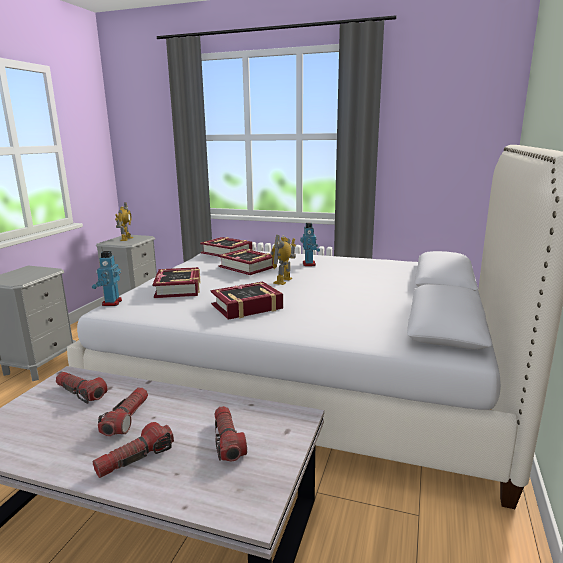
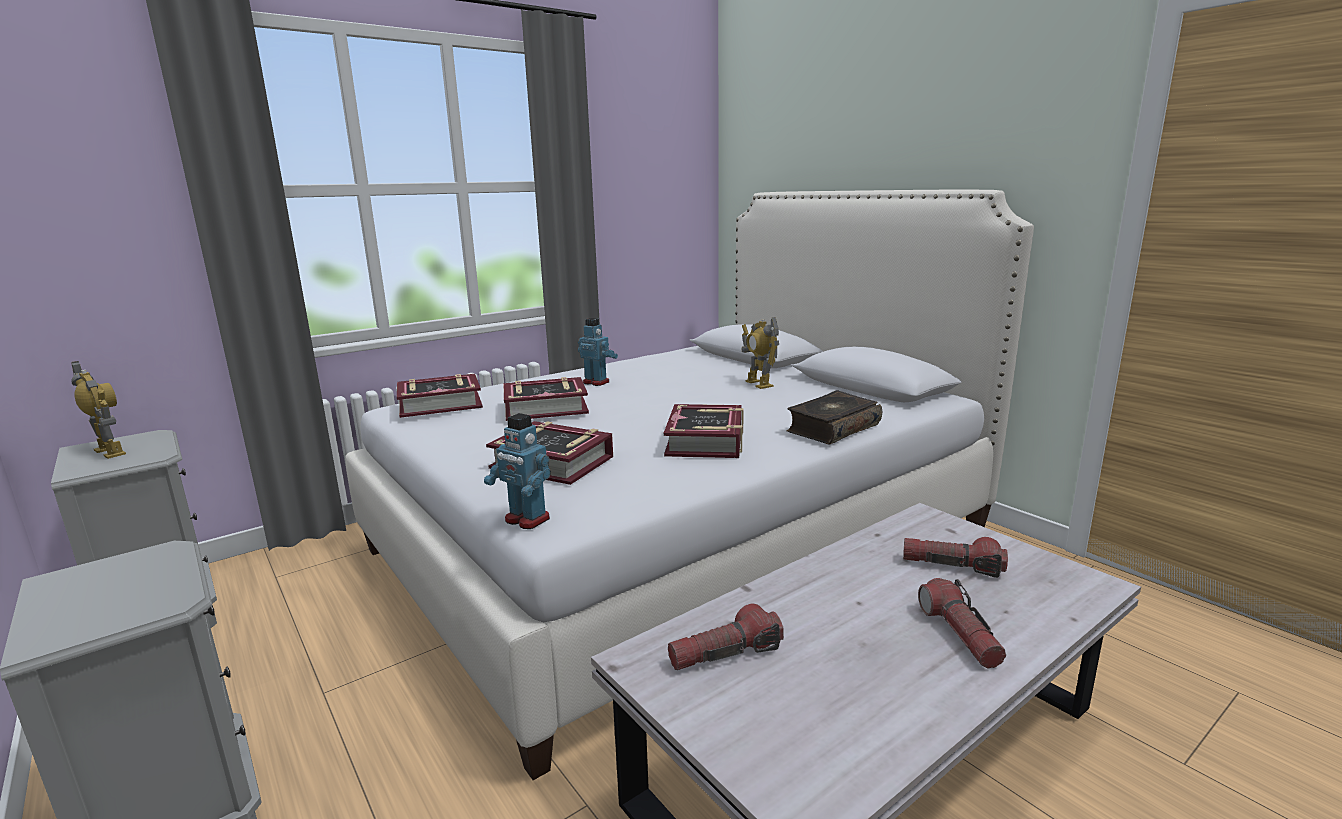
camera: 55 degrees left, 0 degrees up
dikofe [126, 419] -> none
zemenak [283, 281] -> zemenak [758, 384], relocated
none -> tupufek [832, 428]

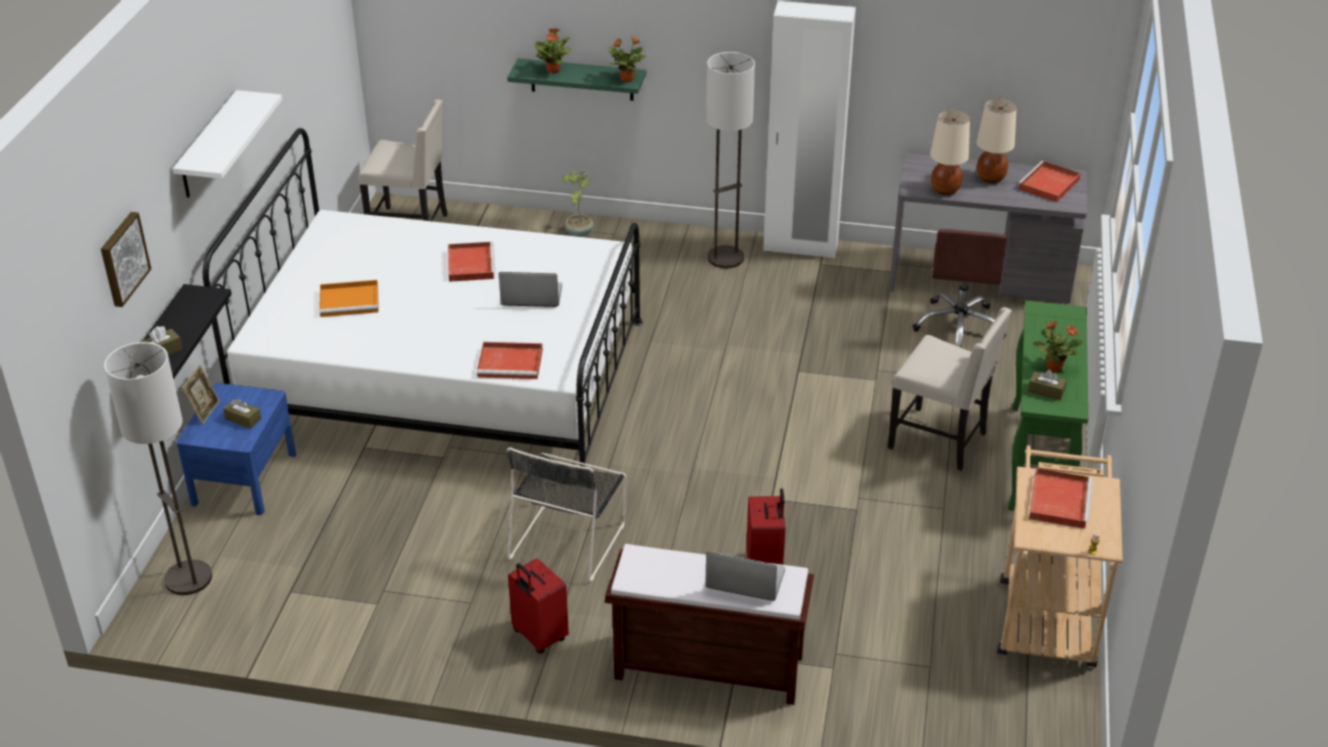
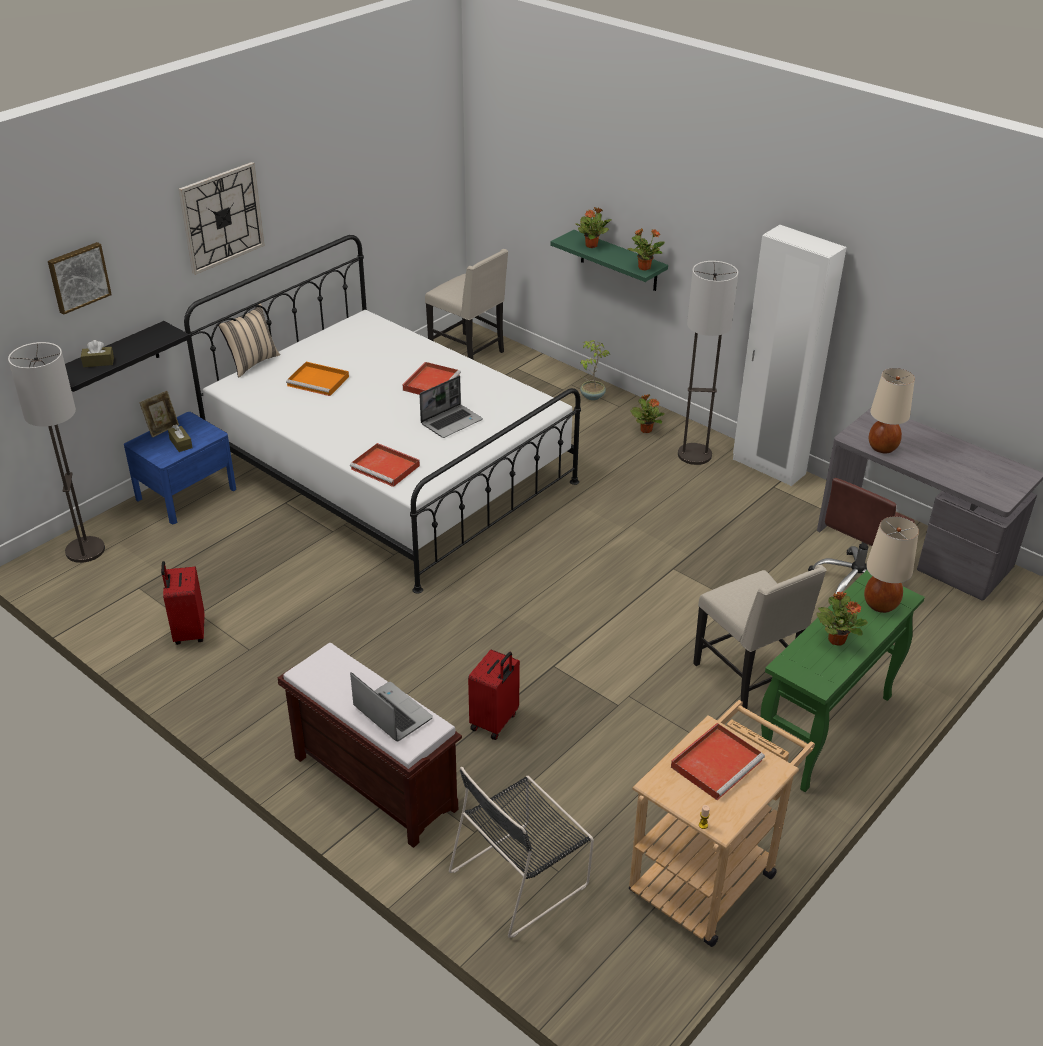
camera: 30 degrees right, 0 degrees up
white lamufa [209, 146] -> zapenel [222, 217]
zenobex [530, 296] -> zenobex [451, 422], 105 degrees clockwise
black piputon [569, 539] -> black piputon [522, 876], relocated
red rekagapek [538, 636] -> red rekagapek [188, 632], relocated
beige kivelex [990, 178] -> beige kivelex [880, 604], relocated
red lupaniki [1048, 185] -> none
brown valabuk [1046, 391] -> none
none -> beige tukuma [252, 363]
none -> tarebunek [646, 430]

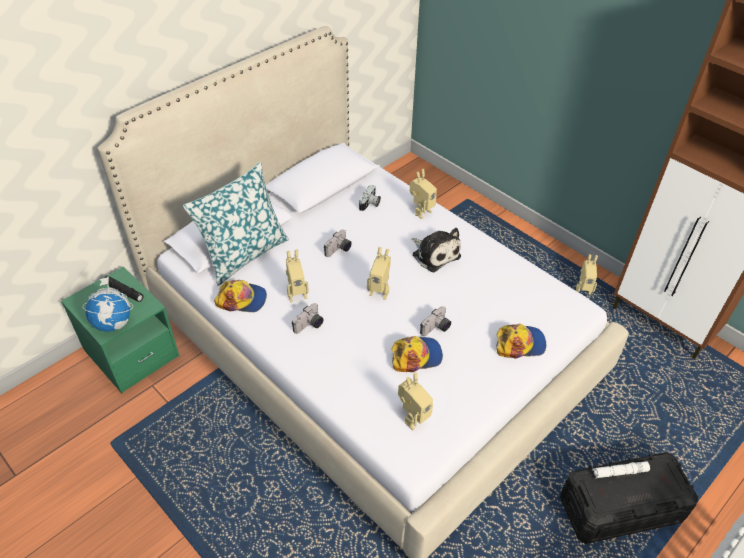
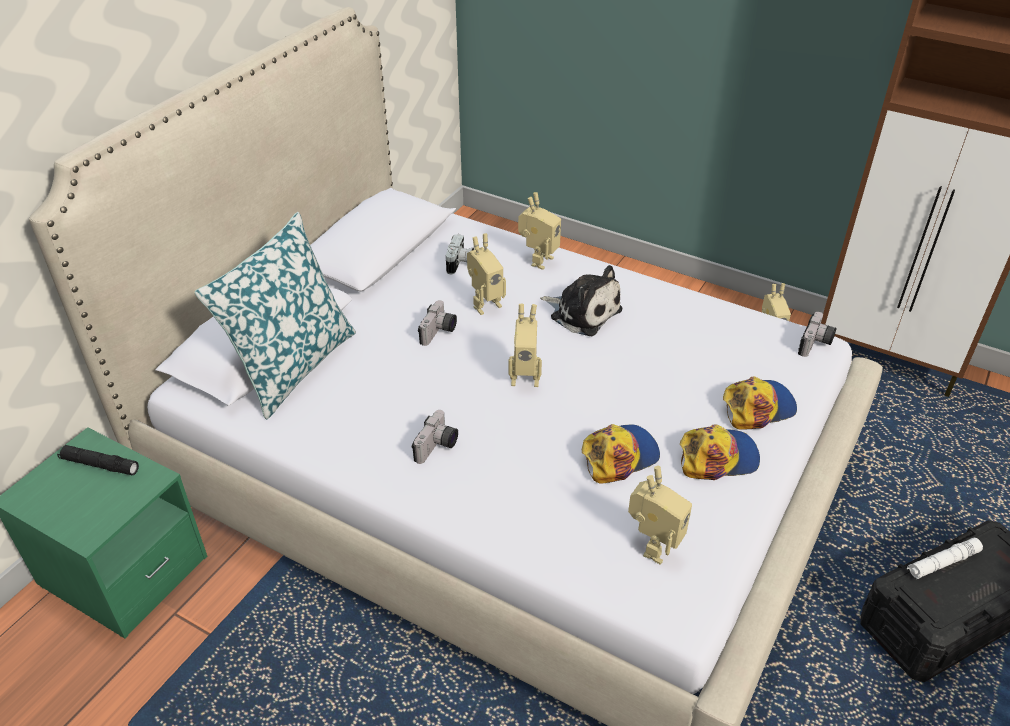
camera: 15 degrees left, 5 degrees down
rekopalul [114, 323] -> none
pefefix [242, 299] -> pefefix [718, 457], relocated
zemenak [296, 294] -> zemenak [485, 304], relocated
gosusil [436, 329] -> gosusil [816, 345], relocated

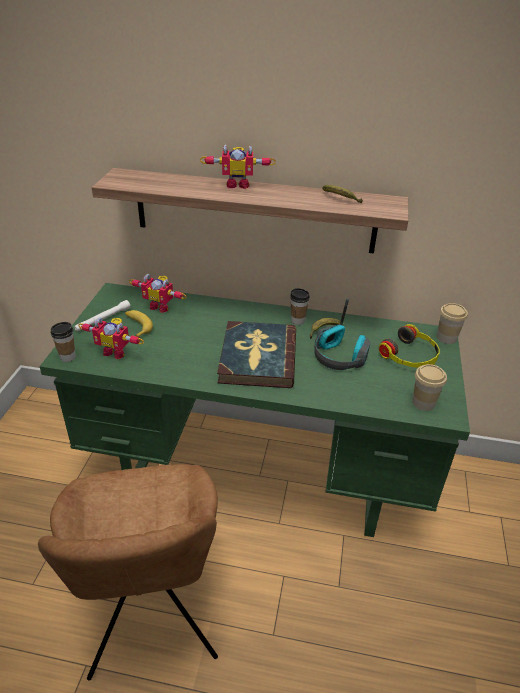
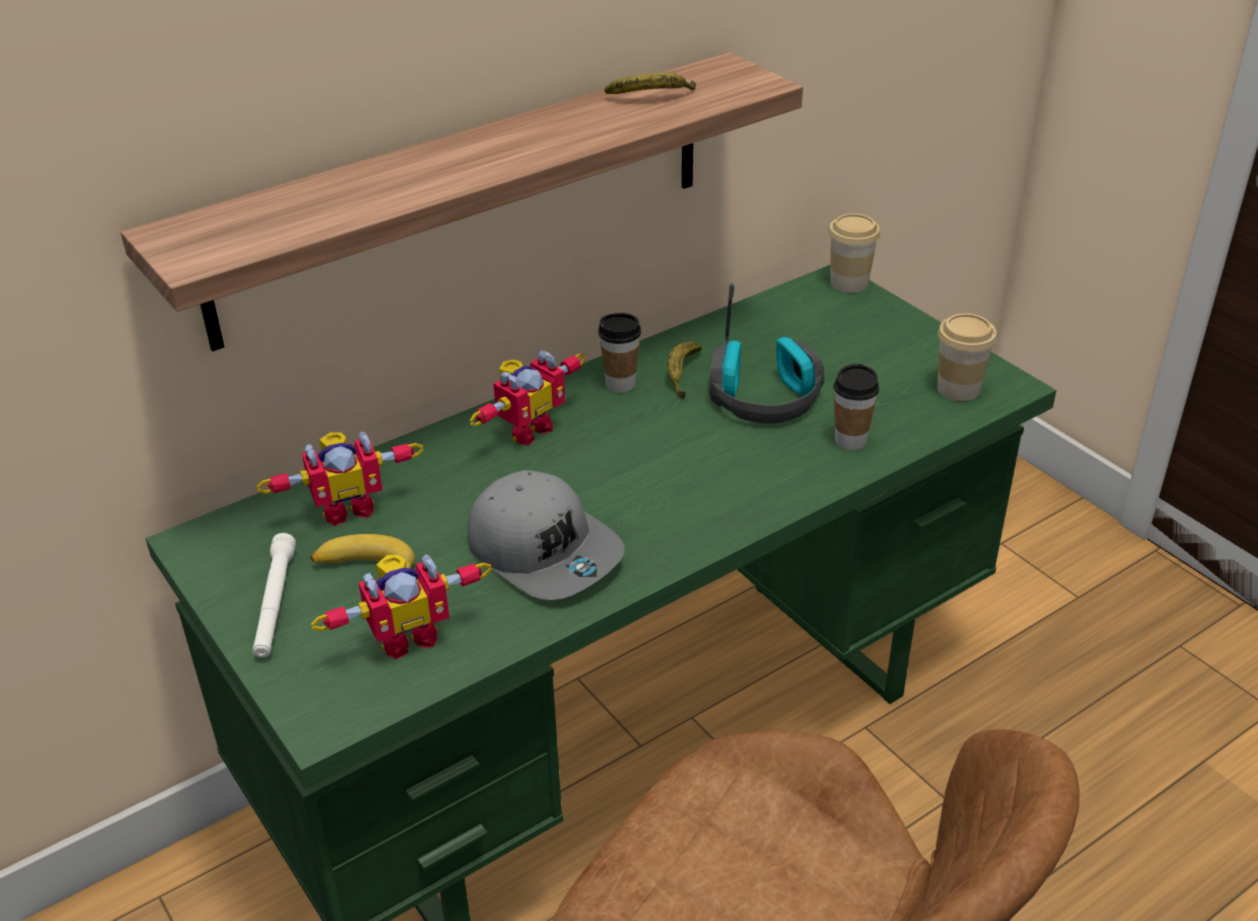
camera: 45 degrees left, 0 degrees up
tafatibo [68, 357] -> tafatibo [850, 441], relocated
zemenak [238, 184] -> zemenak [526, 429], relocated
tupufek [257, 357] -> none
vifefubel [410, 356] -> none
none -> grey pefefix [545, 550]

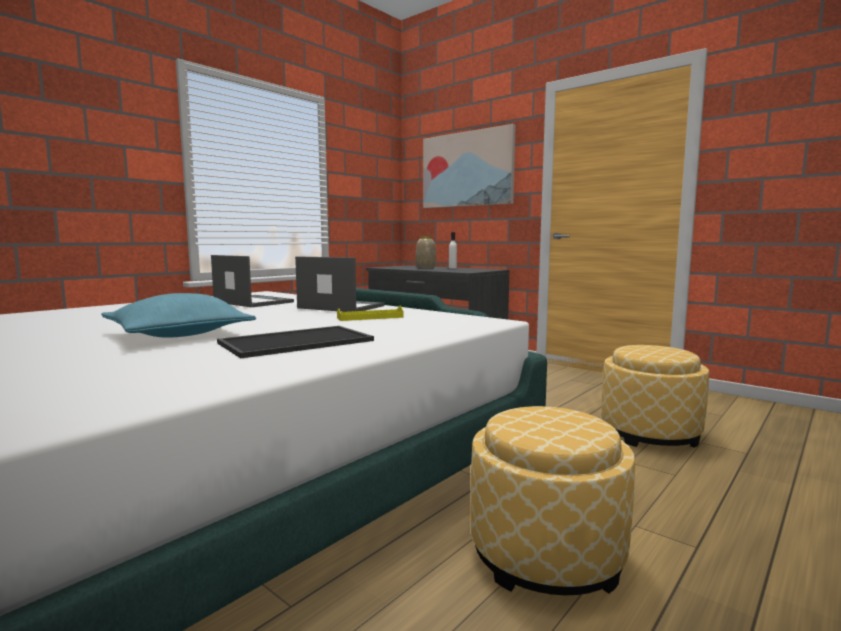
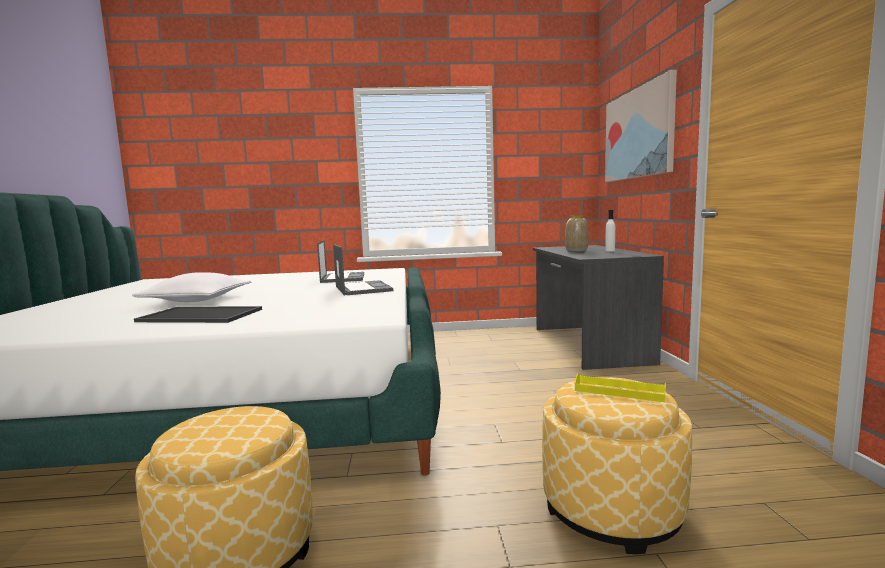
camera: 45 degrees right, 0 degrees up
turquoise tukuma [178, 334] -> white tukuma [197, 300]
yellow lupaniki [370, 317] -> yellow lupaniki [619, 391], relocated

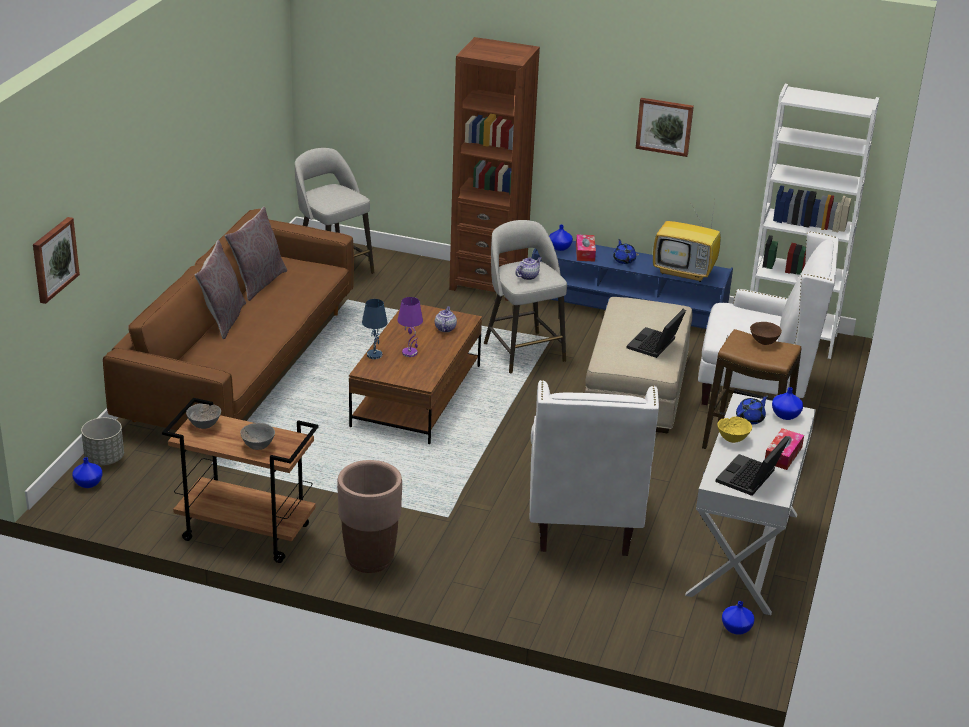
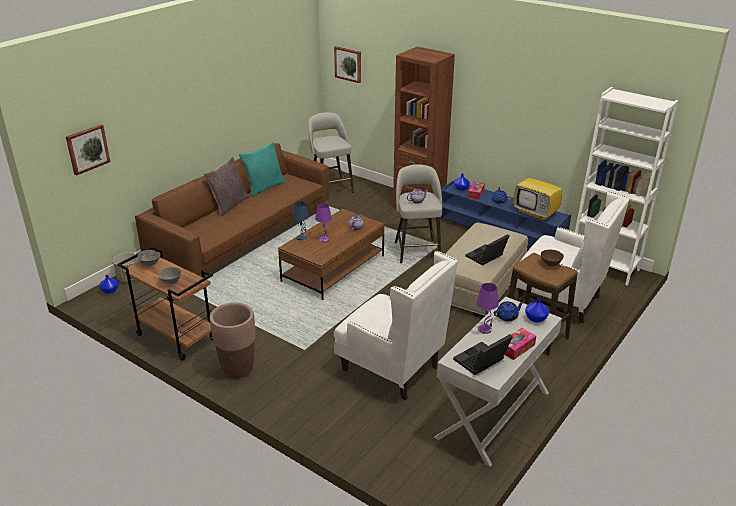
camera: 20 degrees right, 0 degrees up
grey tukuma [258, 283] -> turquoise tukuma [264, 187]
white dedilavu [583, 521] -> white dedilavu [392, 369], 75 degrees counterclockwise
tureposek [664, 126] -> tureposek [348, 64], relocated
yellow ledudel [732, 439] -> purple kivelex [485, 329]
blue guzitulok [736, 629] -> none

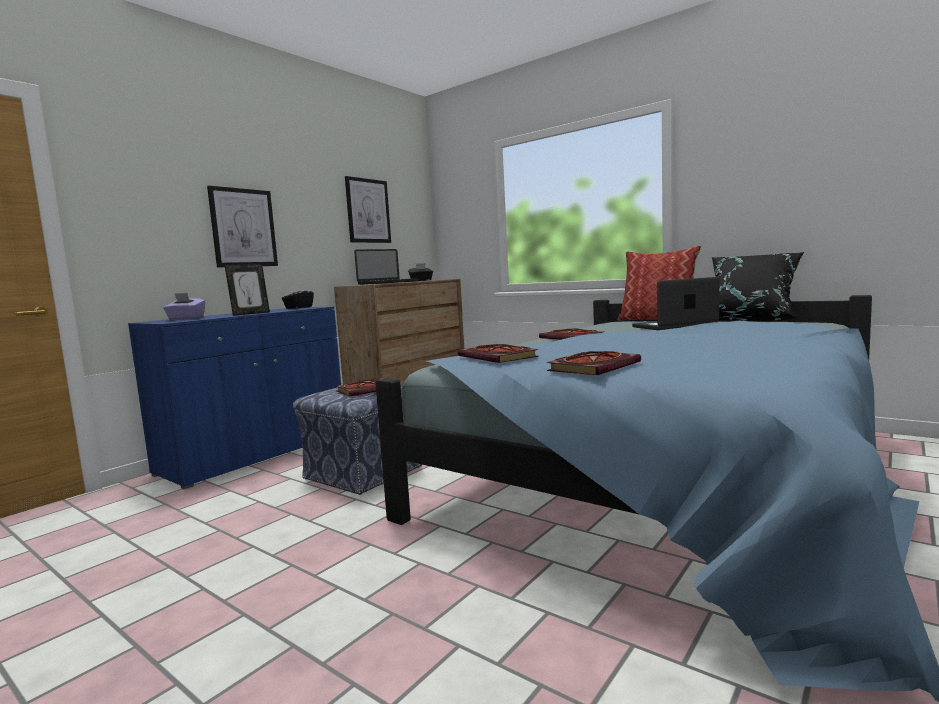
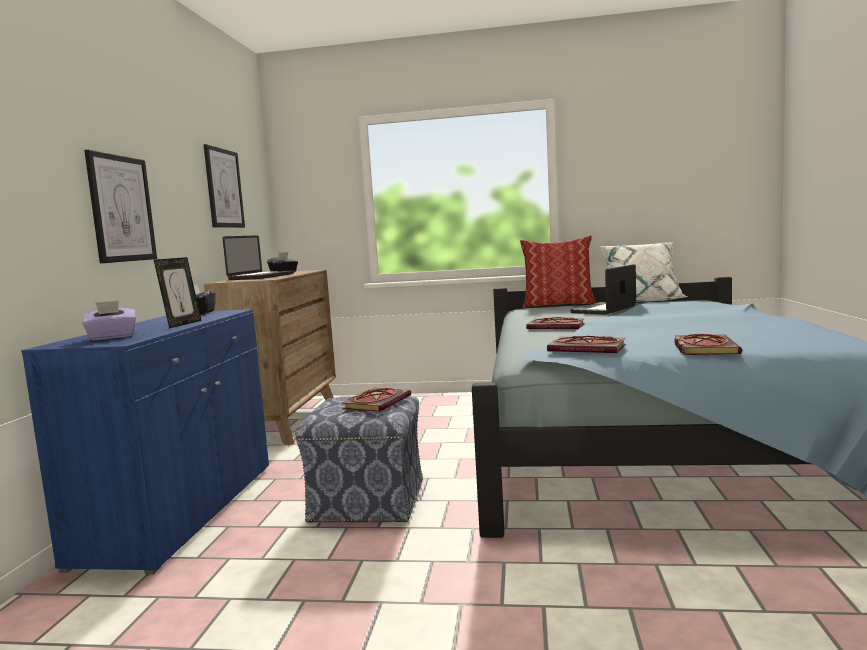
camera: 30 degrees left, 0 degrees up
black tukuma [750, 320] -> white tukuma [642, 301]

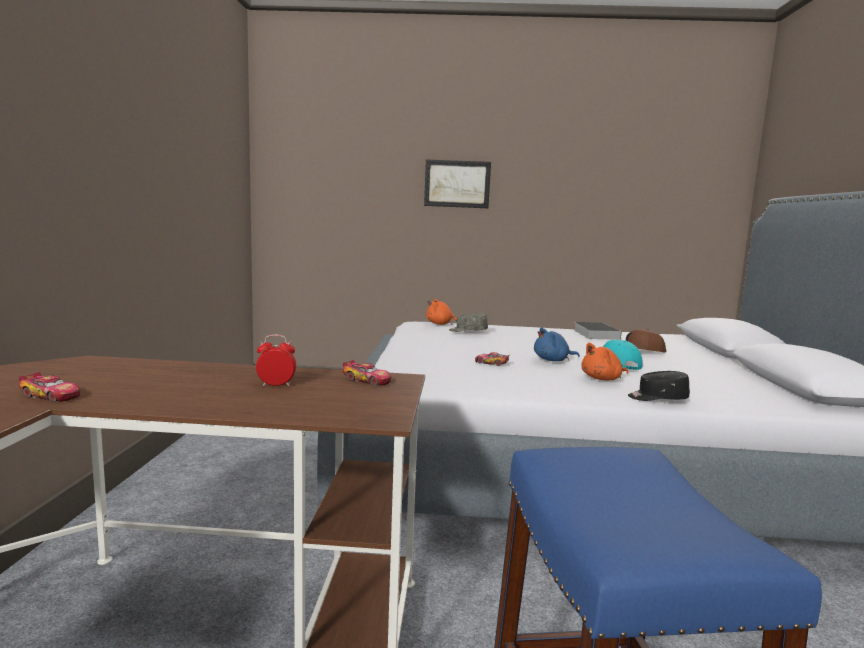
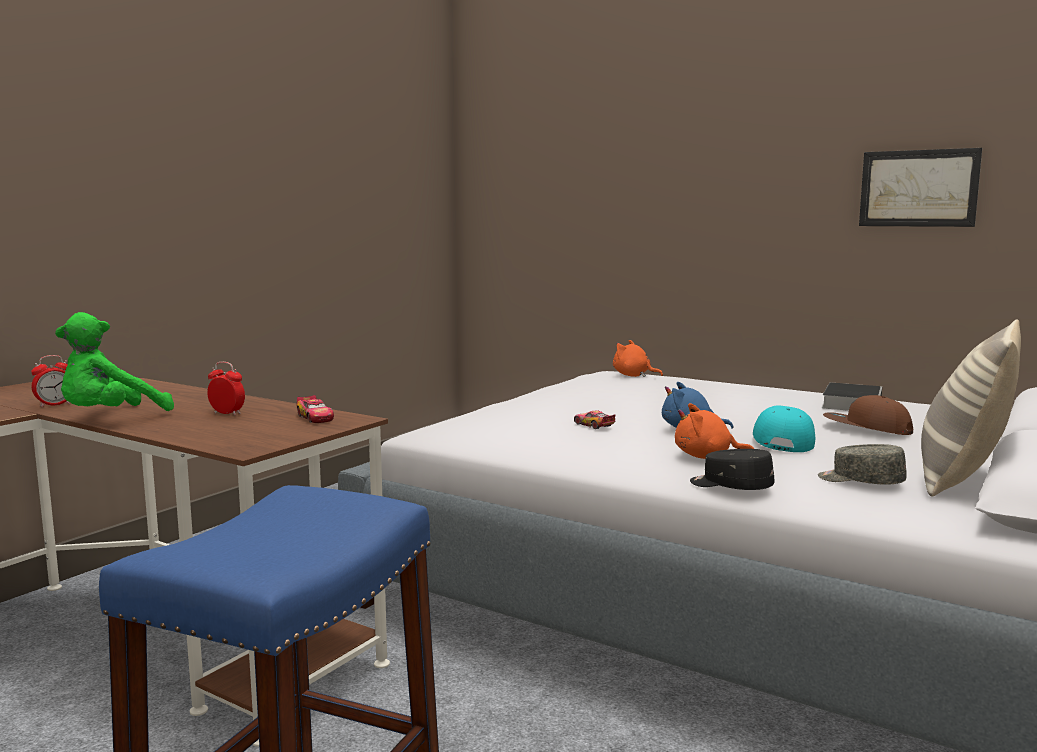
camera: 30 degrees right, 0 degrees up
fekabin [51, 396] -> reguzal [55, 405]
tureposek [457, 184] -> tureposek [918, 188], relocated
grey pefefix [468, 331] -> grey pefefix [860, 481], relocated
none -> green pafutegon [110, 418]
none -> tukuma [961, 480]

